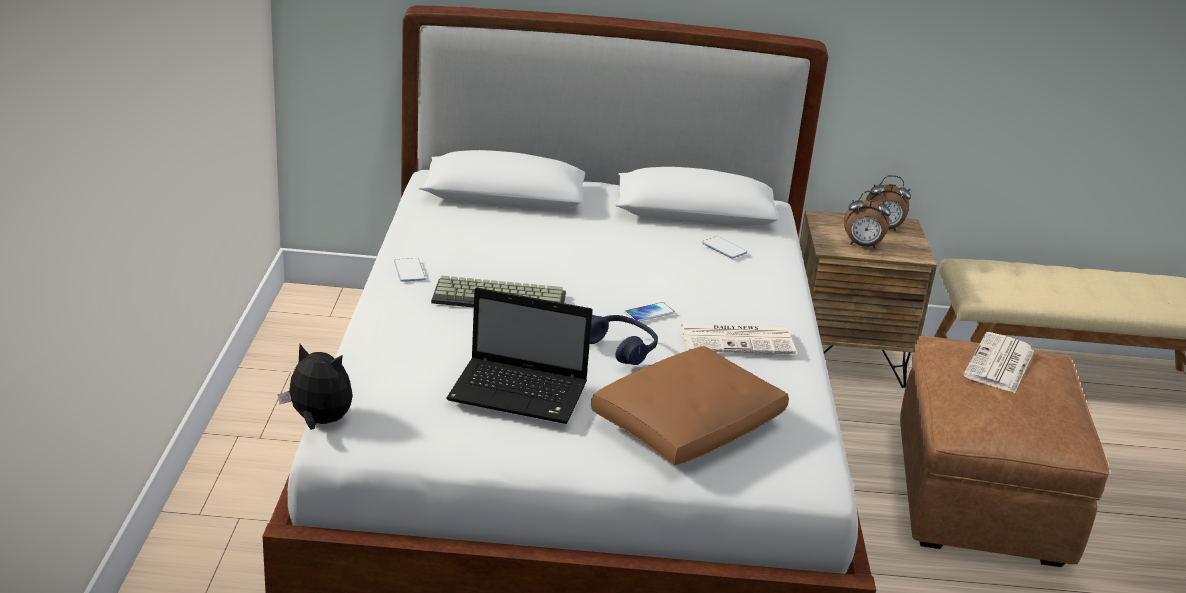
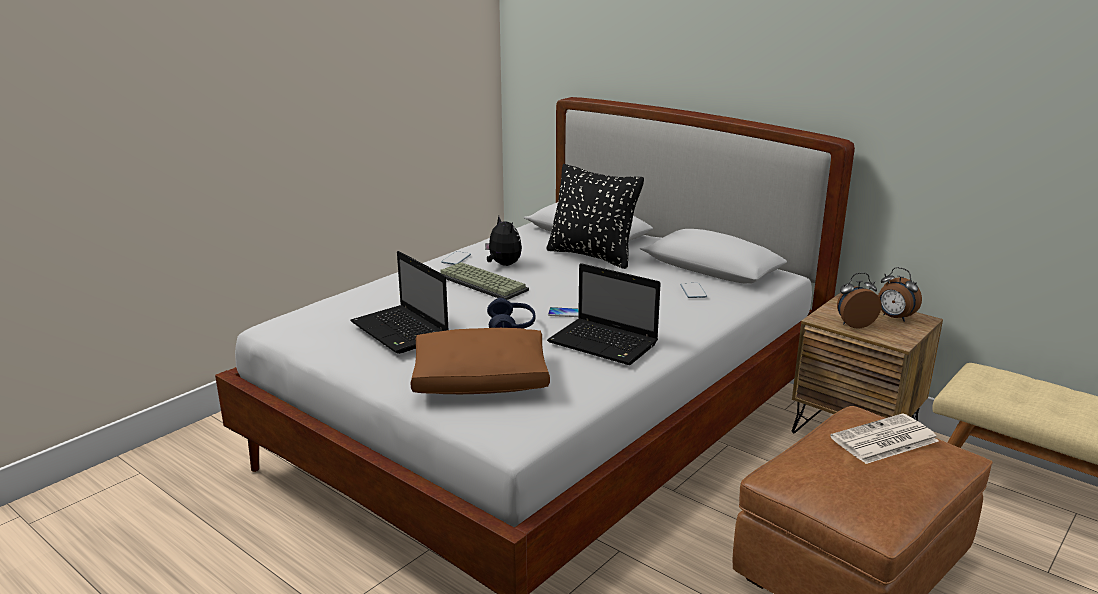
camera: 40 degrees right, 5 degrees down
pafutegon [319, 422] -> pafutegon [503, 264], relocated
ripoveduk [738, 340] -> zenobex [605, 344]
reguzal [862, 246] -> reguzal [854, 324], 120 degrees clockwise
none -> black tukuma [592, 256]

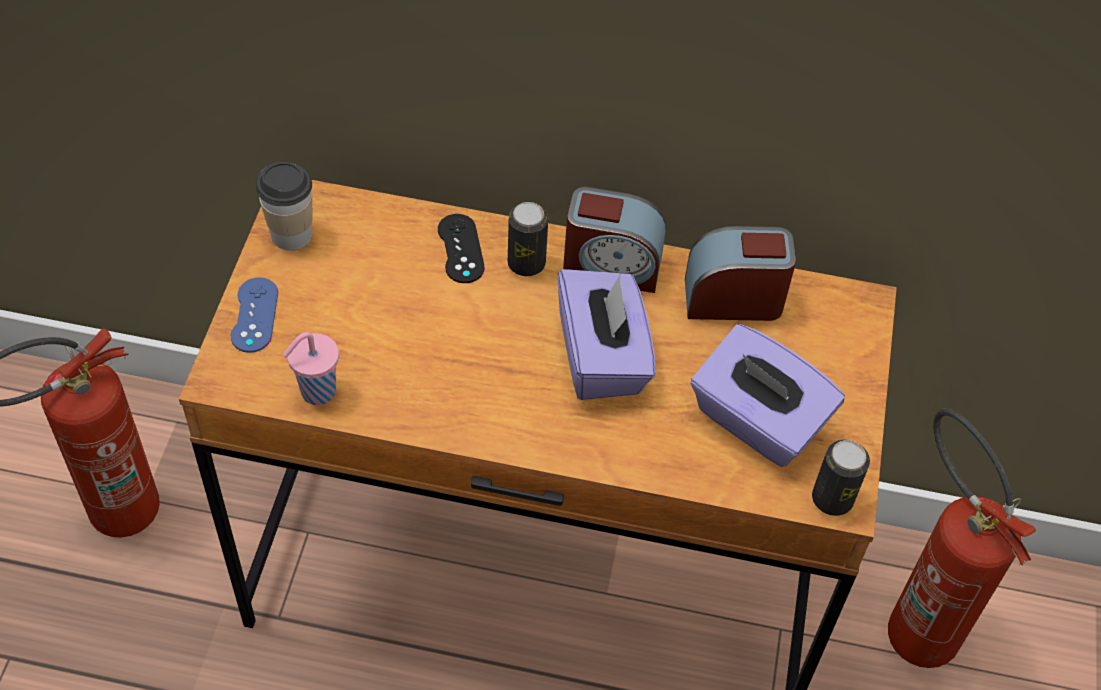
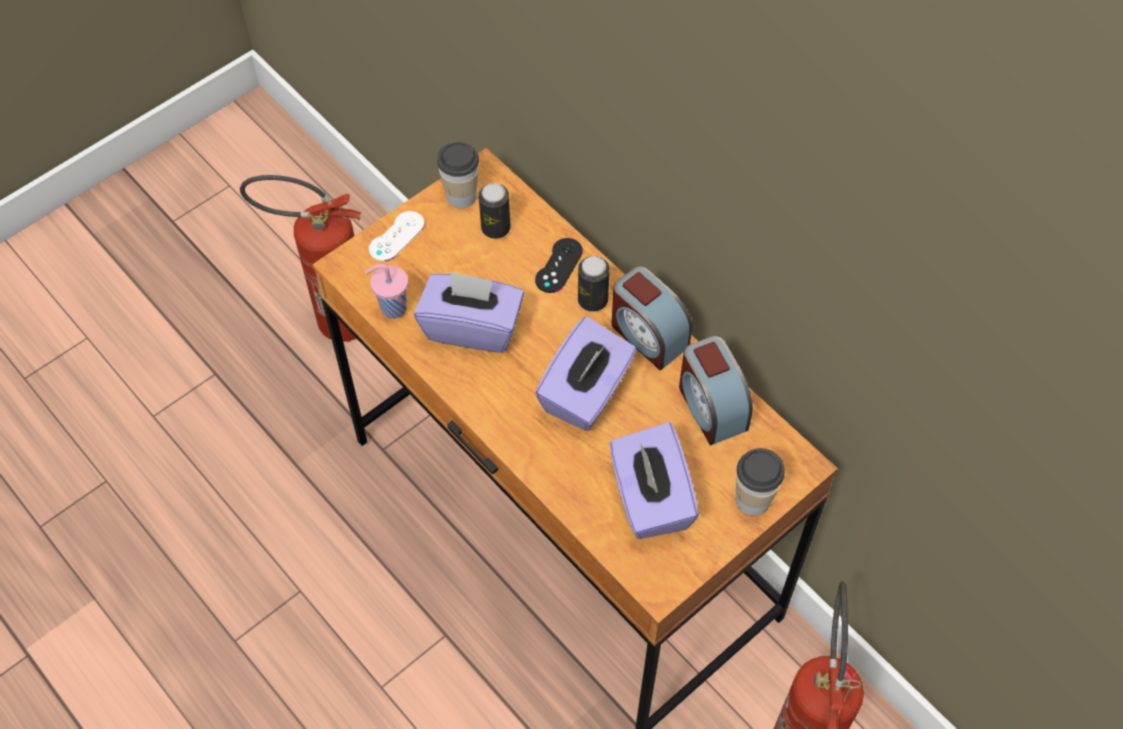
camera: 40 degrees right, 5 degrees up
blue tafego [254, 315] -> white tafego [396, 236]
reguzal [733, 298] -> reguzal [711, 406], 150 degrees counterclockwise
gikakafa [832, 499] -> gikakafa [495, 228], relocated
none -> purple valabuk [472, 327]
none -> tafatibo [753, 499]

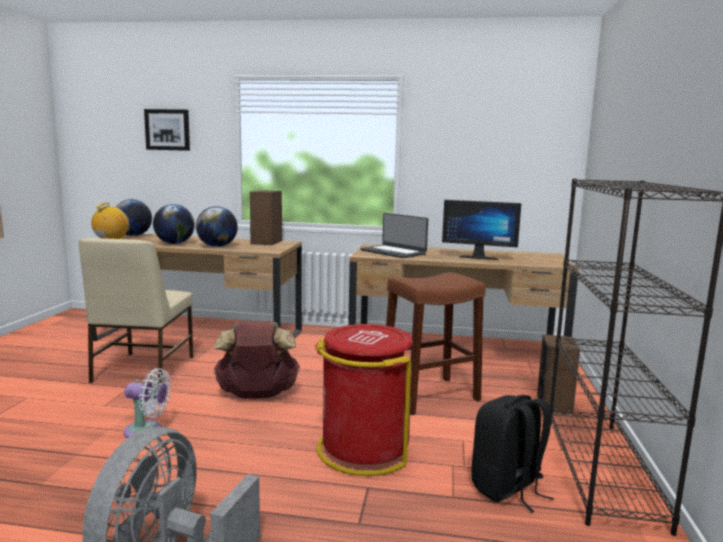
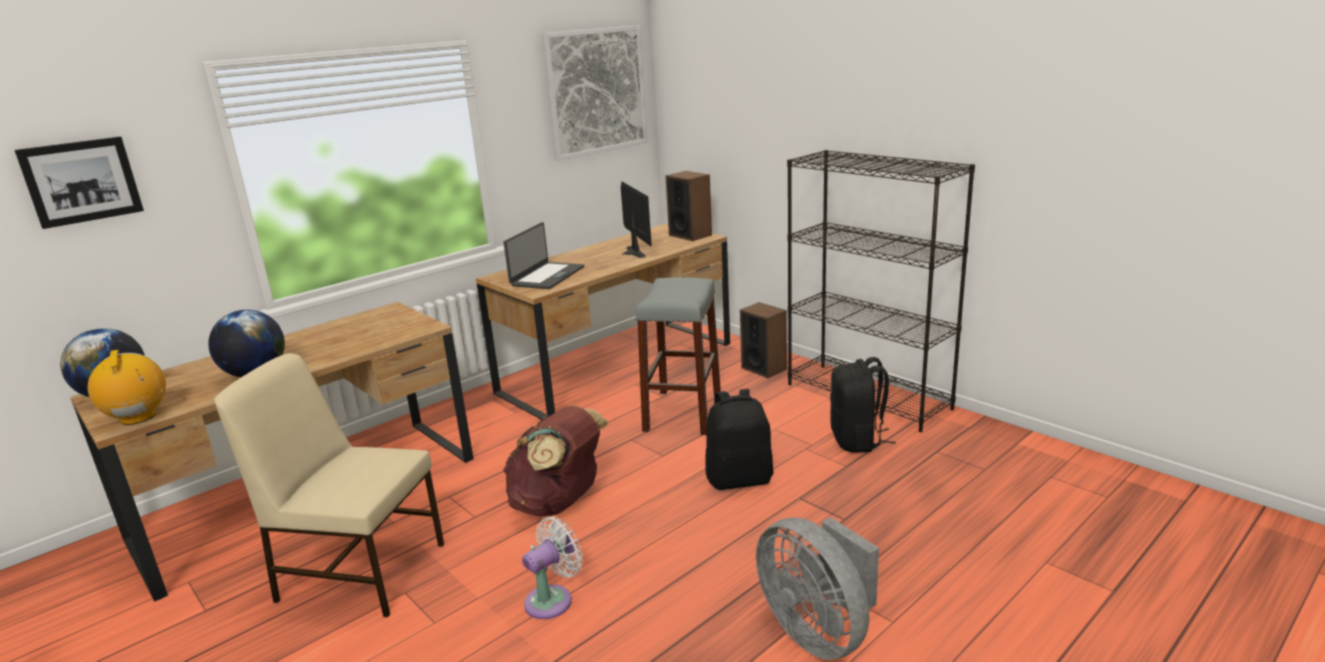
camera: 50 degrees left, 10 degrees up
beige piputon [142, 370] -> beige piputon [360, 570], 150 degrees clockwise
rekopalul [217, 246] -> none
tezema [266, 242] -> tezema [690, 235], relocated
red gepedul [363, 449] -> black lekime [739, 479]
zenobex [393, 252] -> zenobex [546, 276], 60 degrees counterclockwise
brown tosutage [429, 395] -> grey tosutage [683, 412]
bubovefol [478, 257] -> bubovefol [630, 252], 75 degrees counterclockwise
none -> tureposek [596, 91]

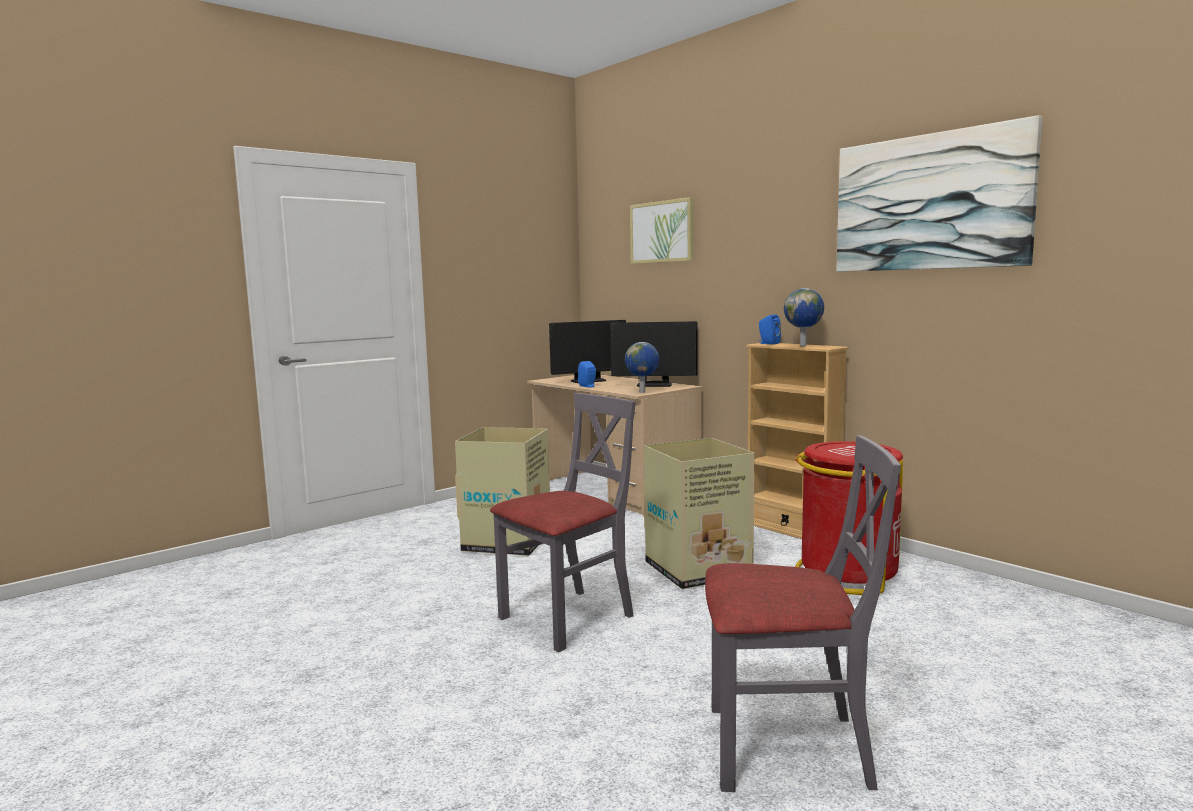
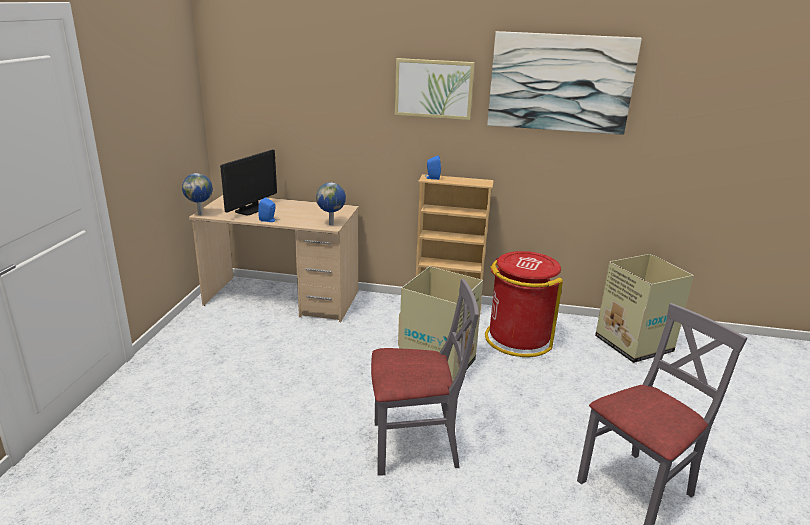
camera: 40 degrees left, 15 degrees up
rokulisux [508, 542] -> rokulisux [632, 343], relocated
grey piputon [567, 618] -> grey piputon [414, 446], 75 degrees clockwise
bubovefol [654, 385] -> none
tureposek [662, 232] -> tureposek [433, 89], relocated
rekopalul [803, 346] -> rekopalul [200, 214], relocated

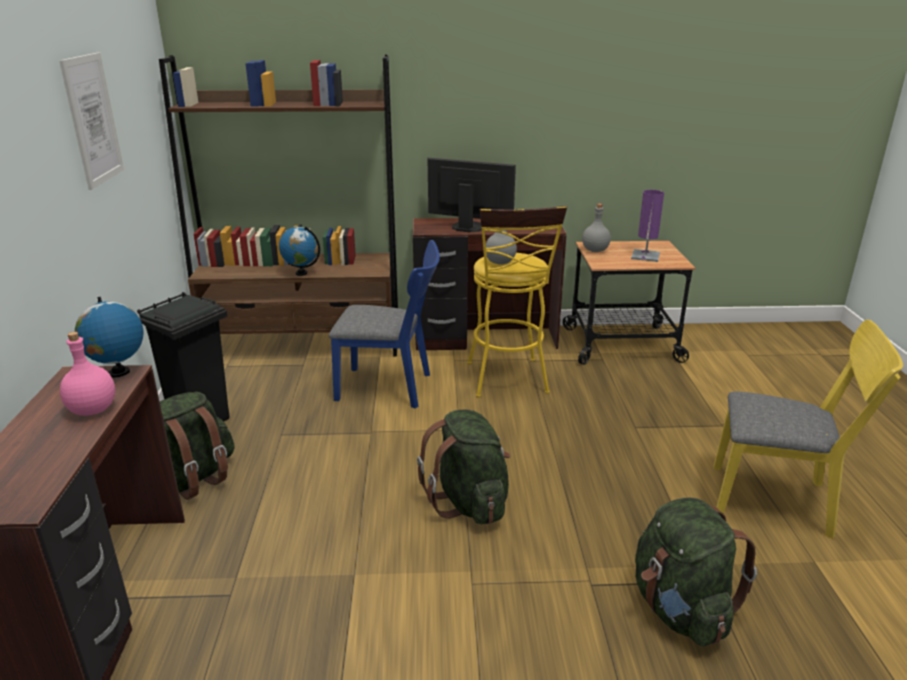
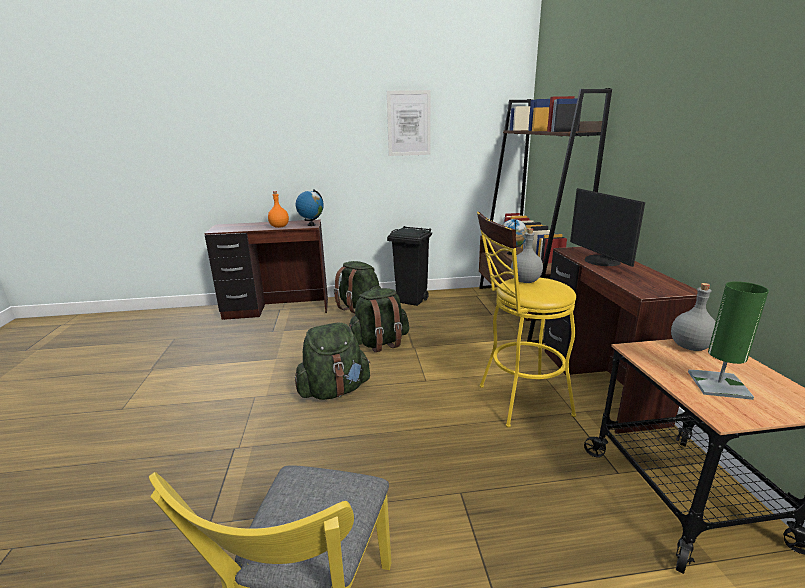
camera: 85 degrees right, 5 degrees down
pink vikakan [92, 410] -> orange vikakan [279, 226]
blue piputon [391, 387] -> none
bubovefol [469, 227] -> bubovefol [600, 261], 150 degrees clockwise
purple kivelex [645, 256] -> green kivelex [718, 385]
green lekime [680, 609] -> green lekime [380, 343], relocated

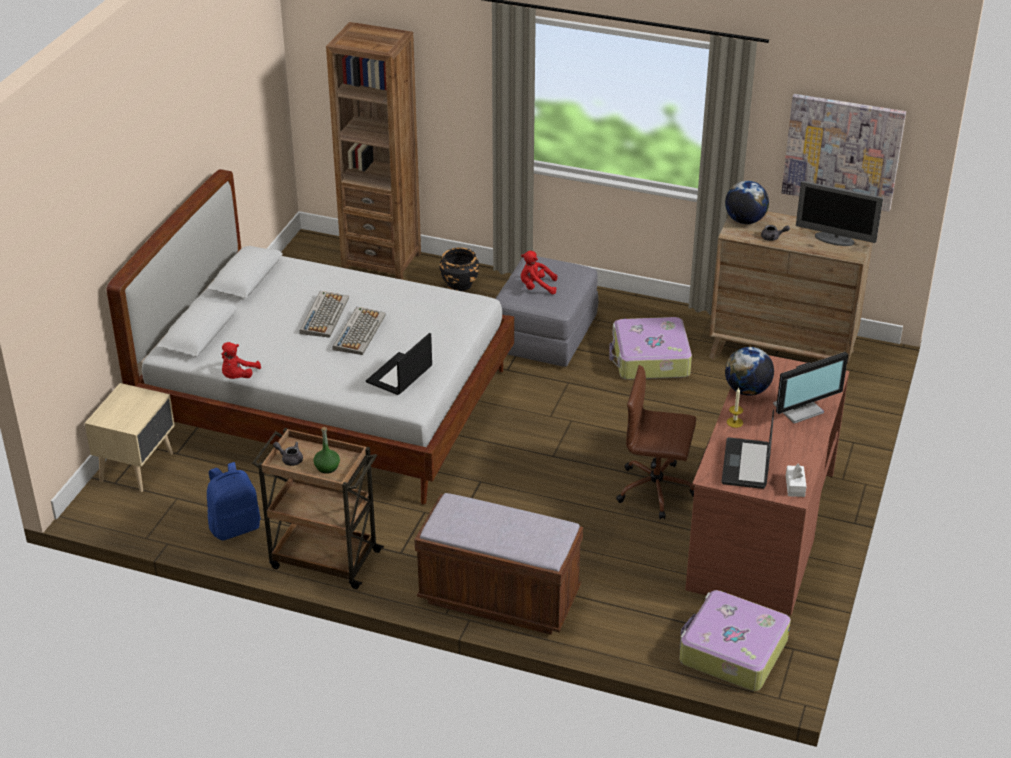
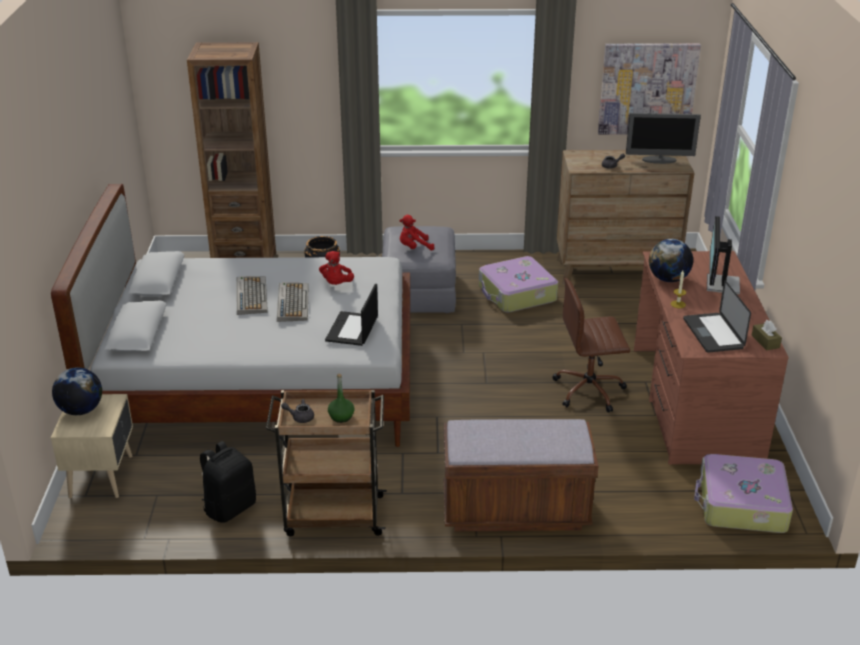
camera: 20 degrees left, 5 degrees down
blue lekime [235, 527] -> black lekime [230, 507]
red pafutegon [238, 376] -> red pafutegon [336, 284], relocated
rekopalul [744, 221] -> rekopalul [81, 410], relocated
bubovefol [800, 409] -> bubovefol [721, 284], 150 degrees clockwise
white valabuk [795, 486] -> brown valabuk [765, 341]

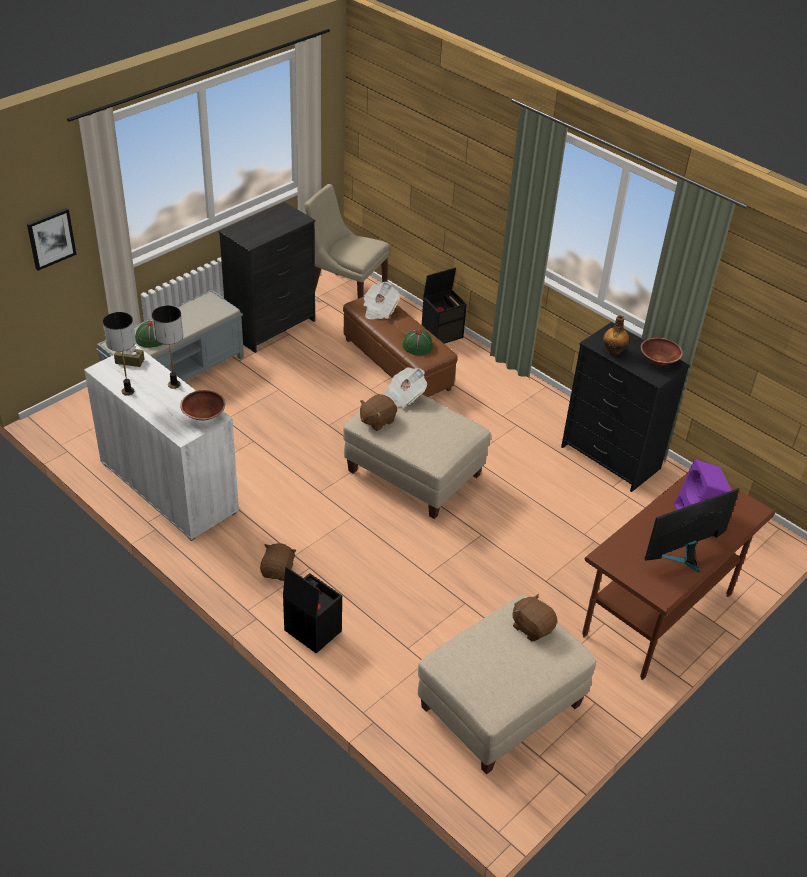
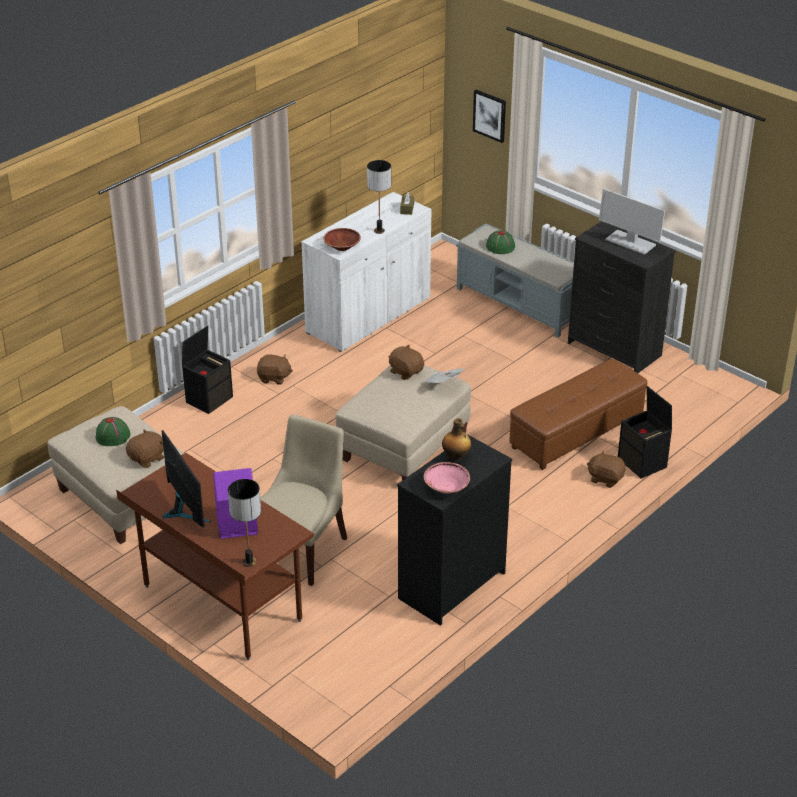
camera: 90 degrees right, 5 degrees down
kivelex [128, 391] -> kivelex [249, 562], relocated
beige piputon [345, 293] -> beige piputon [301, 549], relocated
ripoveduk [379, 310] -> none
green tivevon [417, 345] -> green tivevon [113, 436], relocated
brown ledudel [658, 360] -> pink ledudel [446, 487]
none -> brown pafutegon [605, 478]
none -> bubovefol [630, 242]

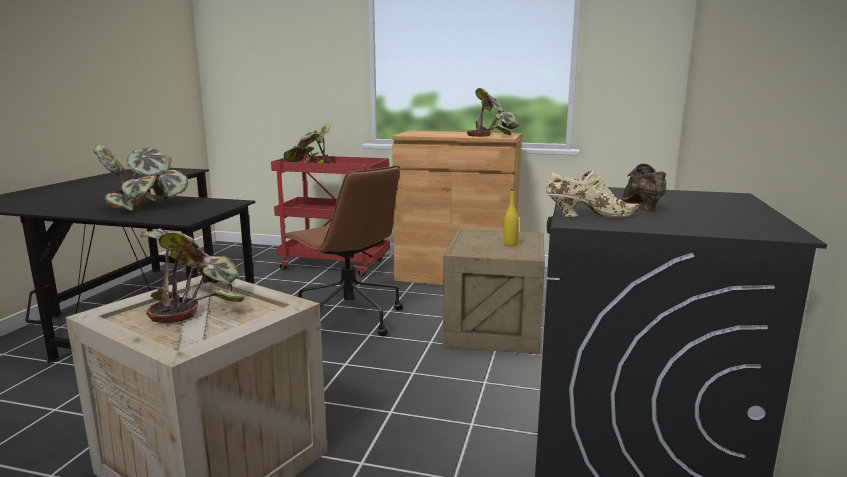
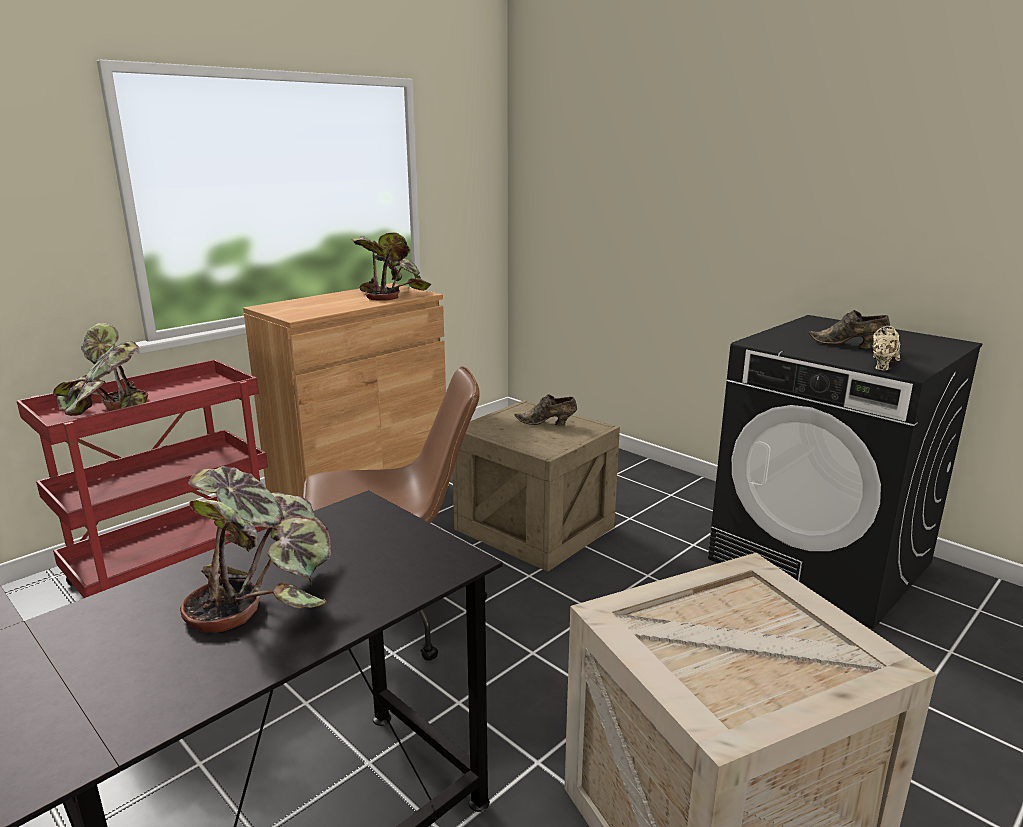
camera: 60 degrees left, 5 degrees up
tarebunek [195, 303] -> none
yellow vikakan [510, 244] -> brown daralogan [547, 423]

